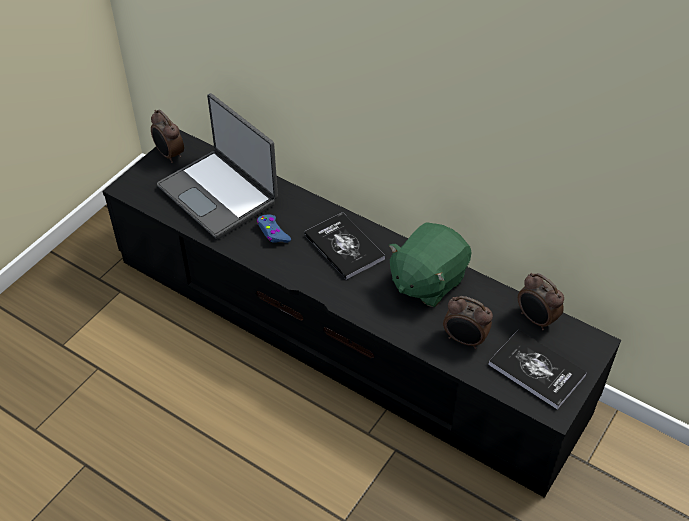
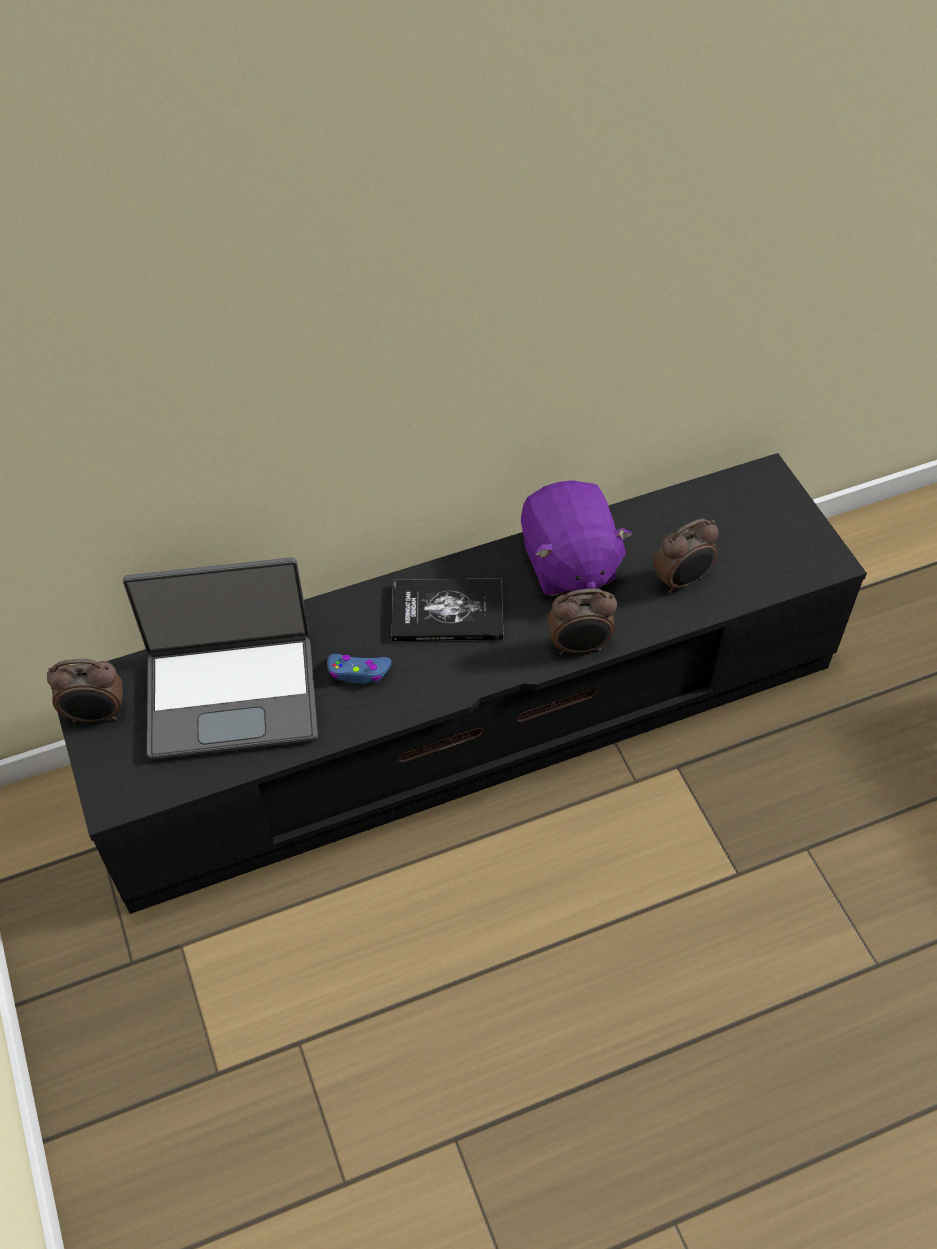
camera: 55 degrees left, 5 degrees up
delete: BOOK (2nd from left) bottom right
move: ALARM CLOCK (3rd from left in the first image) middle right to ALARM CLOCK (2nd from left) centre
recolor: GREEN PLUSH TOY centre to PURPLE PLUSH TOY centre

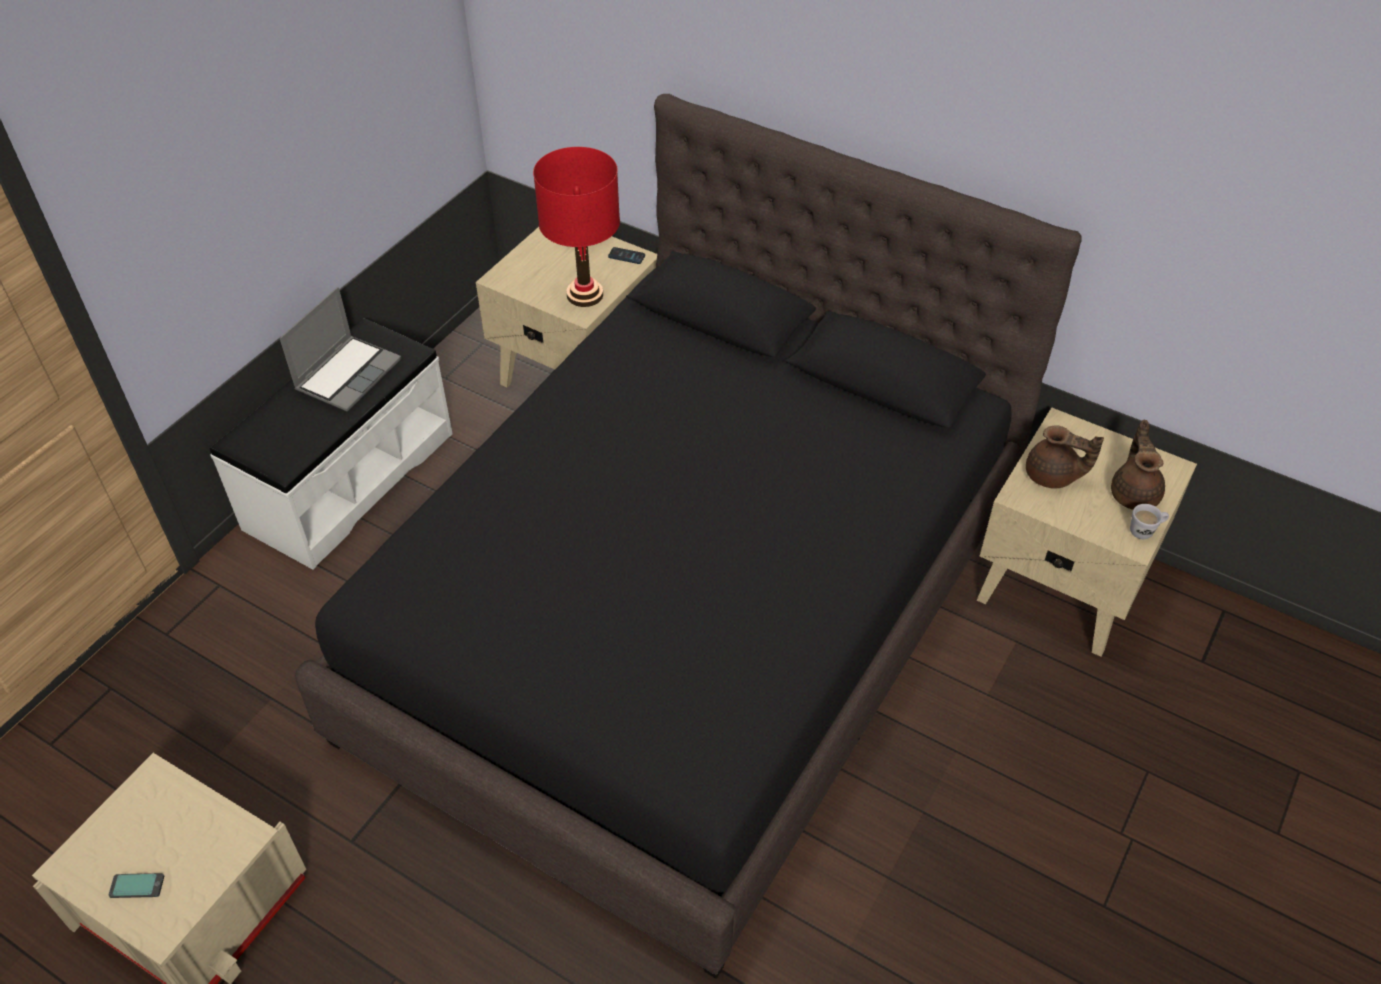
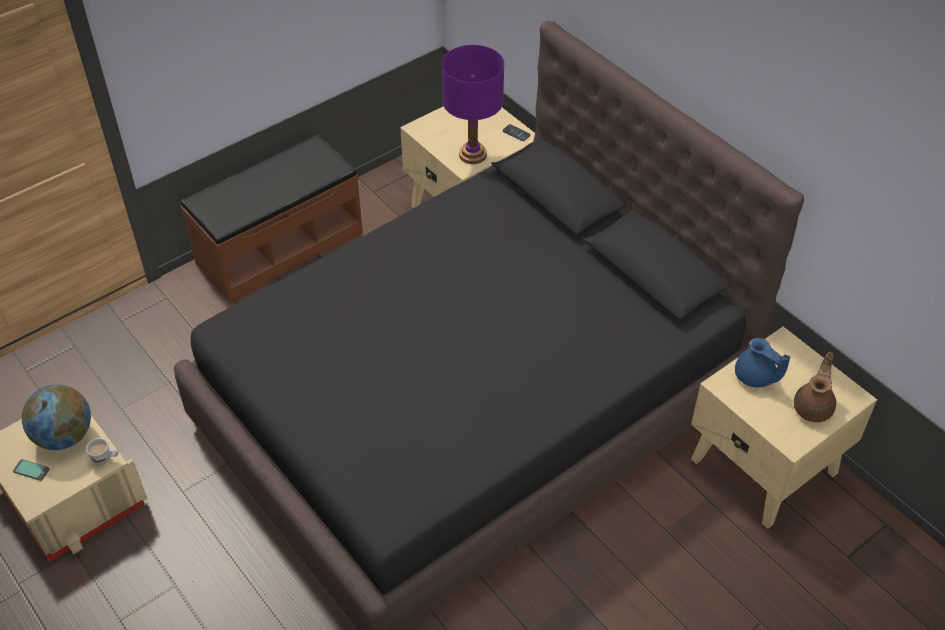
camera: 20 degrees right, 0 degrees up
delete: LAPTOP middle left
insert: GLOBE middle left
move: WHITE MUG middle right to bottom left
recolor: WHITE BENCH middle left to BROWN BENCH middle left; RED TABLE LAMP top centre to PURPLE TABLE LAMP top centre; BROWN TEAPOT (1st from left) middle right to BLUE TEAPOT middle right

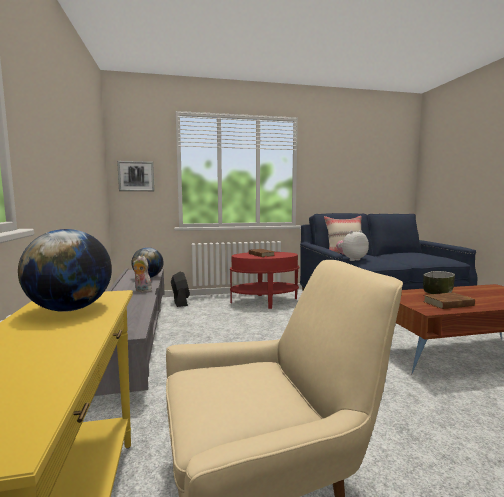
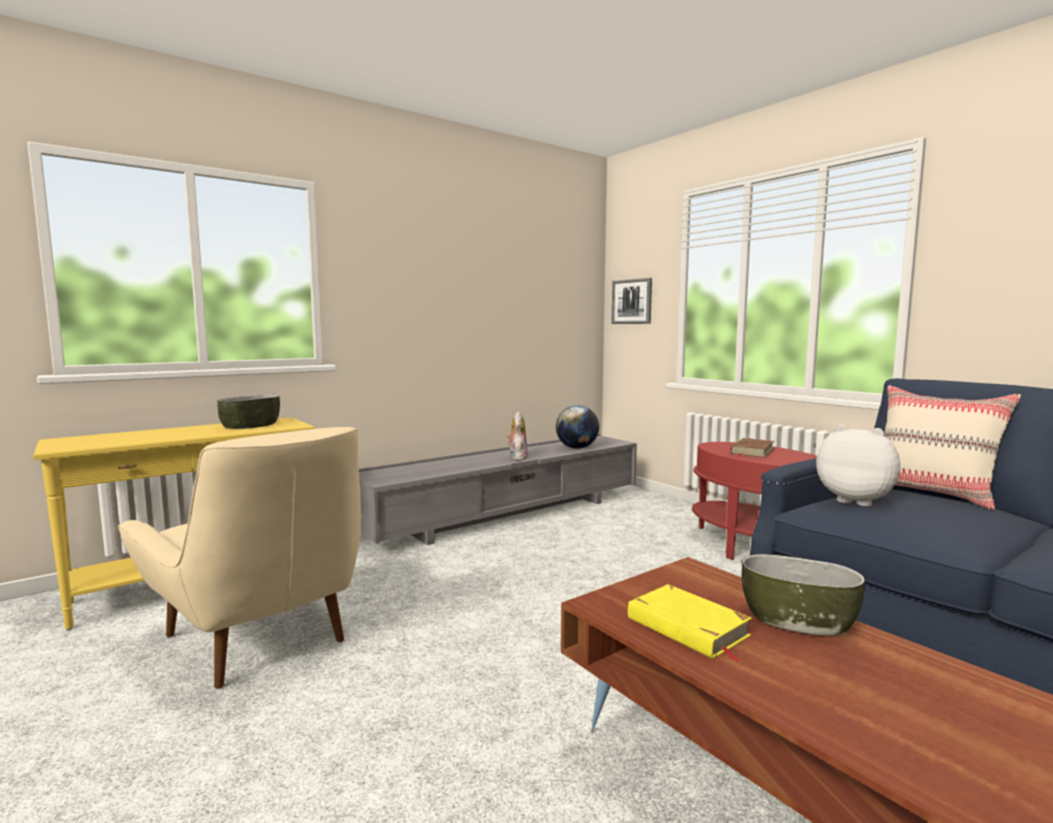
camera: 65 degrees right, 0 degrees up
delete: BLACK FAN centre
replace: GLOBE (1st from left) middle left to BOWL (1st from left) middle left
recolor: BROWN BOOK (2nd from left) middle right to YELLOW BOOK bottom centre

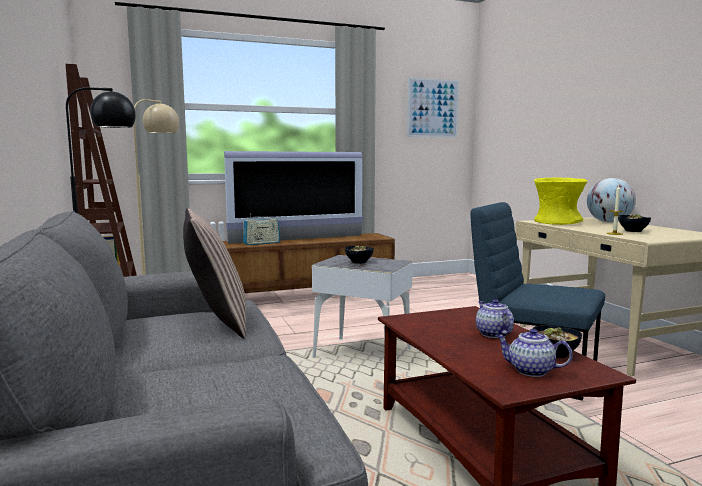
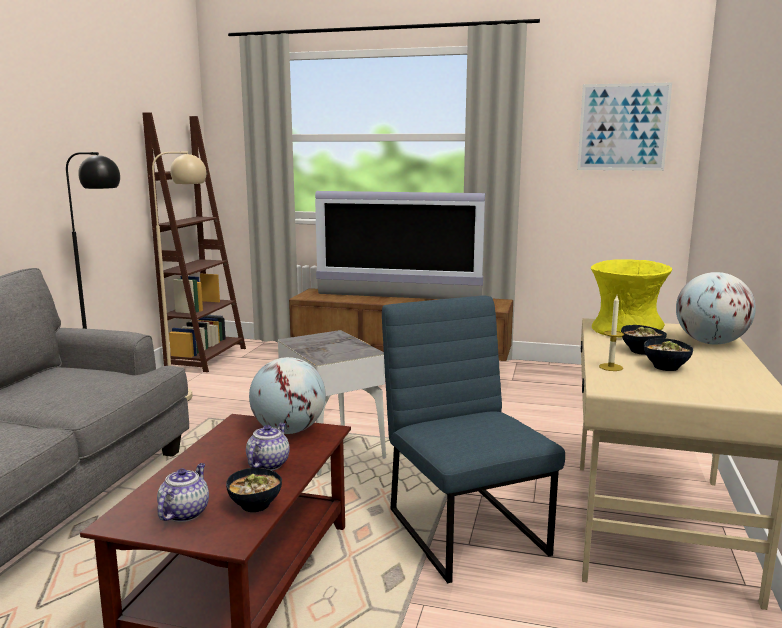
camera: 35 degrees right, 5 degrees up
delete: PILLOW middle left; RADIO centre
insert: GLOBE (1st from left) centre
move: BOWL (1st from left in the first image) centre to BOWL (2nd from left) middle right
rotate: TEAPOT (2nd from left in the first image) bottom right = bottom left 45 degrees clockwise

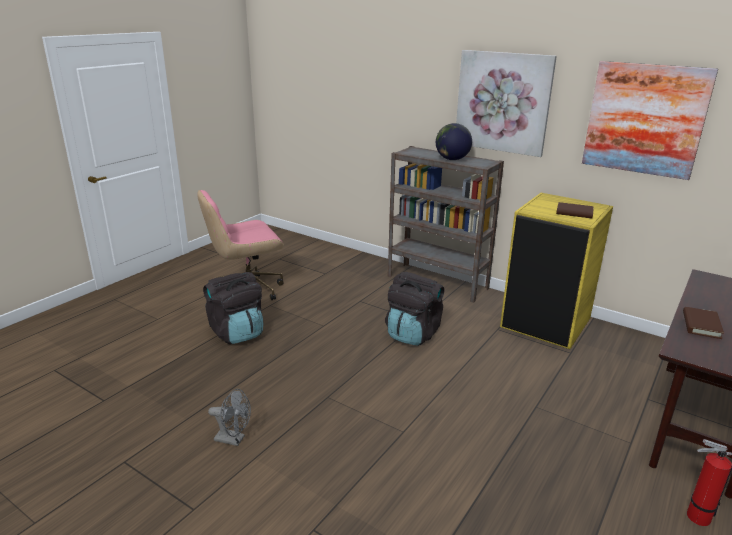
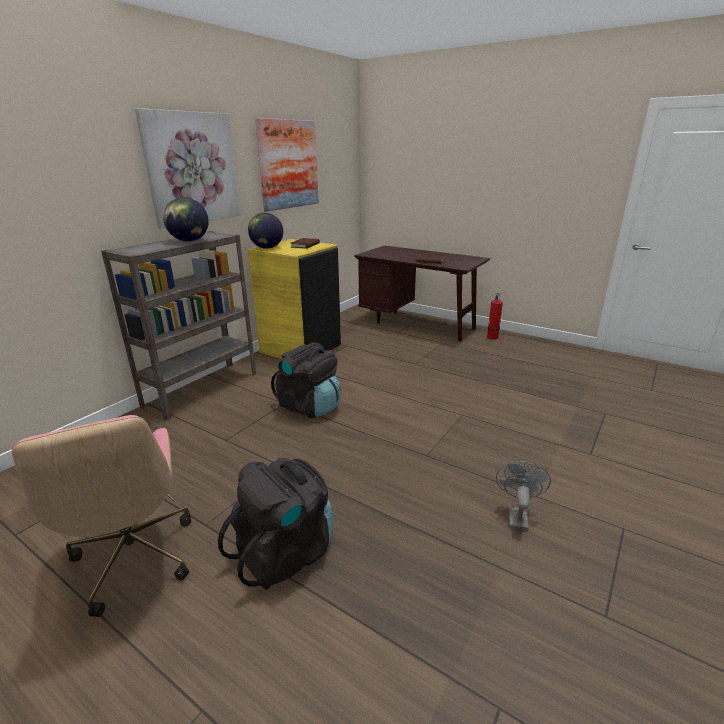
camera: 90 degrees left, 0 degrees up
insert: GLOBE (2nd from left) top centre

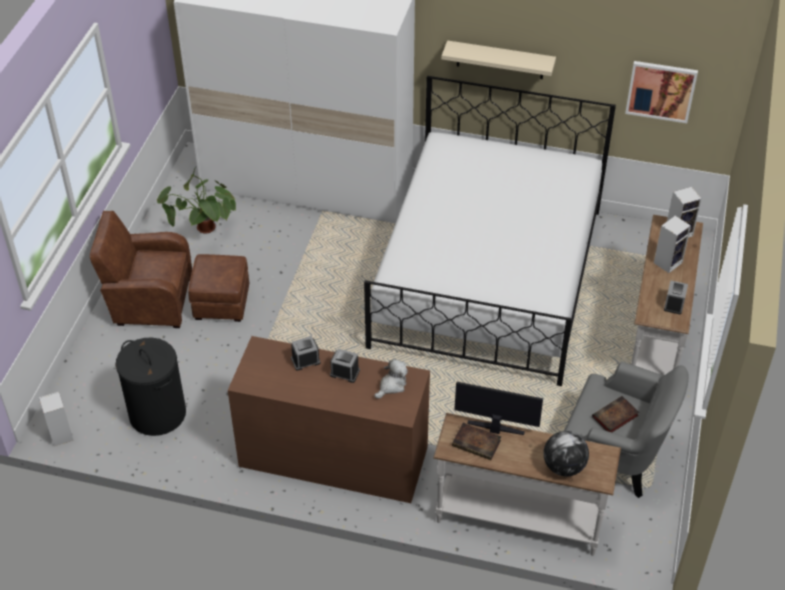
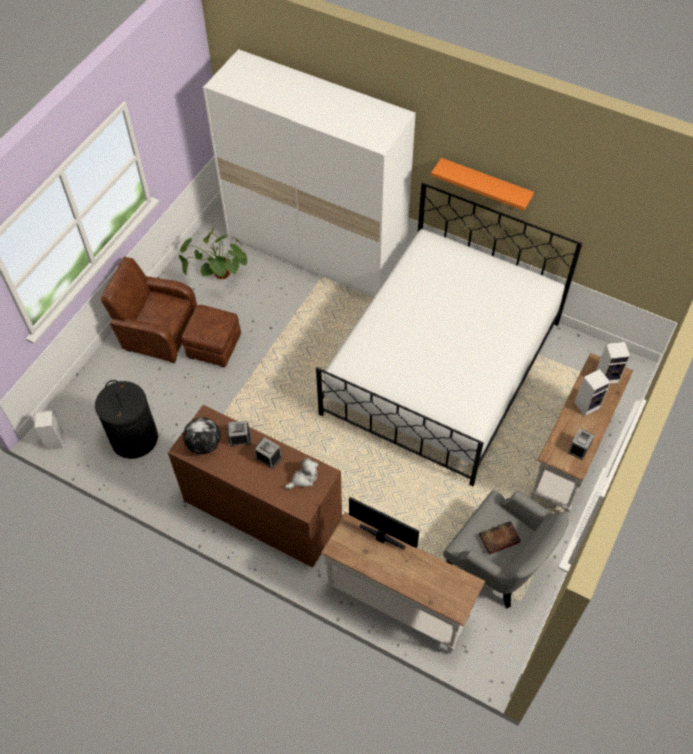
camera: 15 degrees right, 10 degrees up
delete: BOOK (1st from left) bottom centre; PICTURE top right
move: GLOBE bottom right to middle left
recolor: BEIGE SHELF top centre to ORANGE SHELF top right

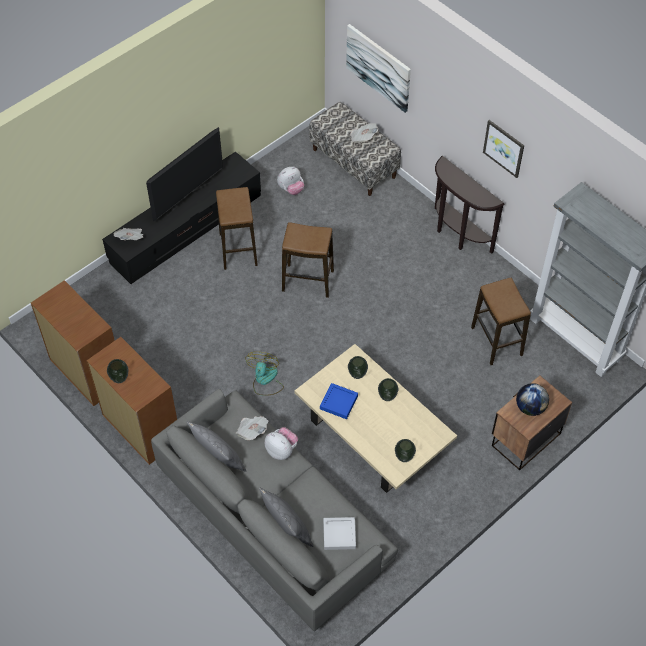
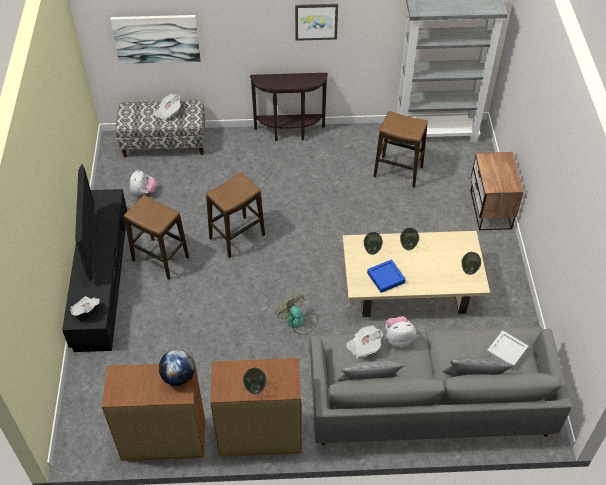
camera: 50 degrees left, 5 degrees down
move: GLOBE middle right to bottom left

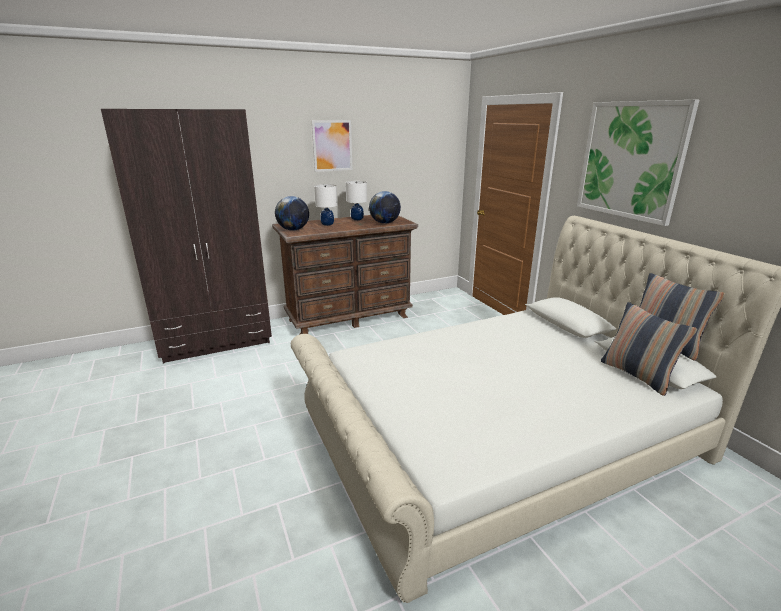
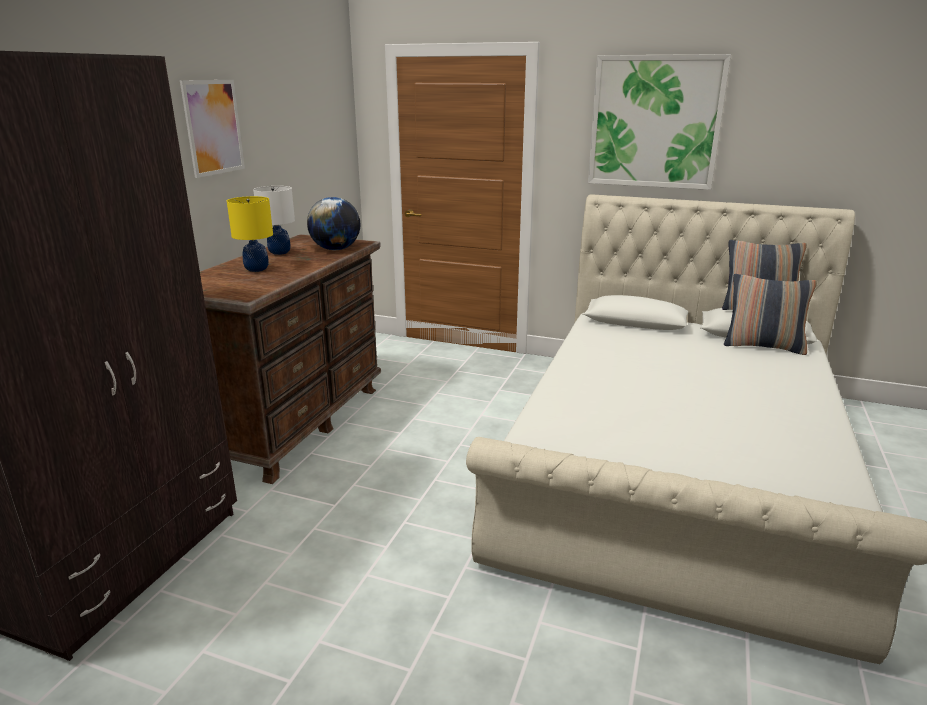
camera: 45 degrees left, 0 degrees up
delete: GLOBE (1st from left) centre
recolor: WHITE TABLE LAMP (1st from left) centre to YELLOW TABLE LAMP top left

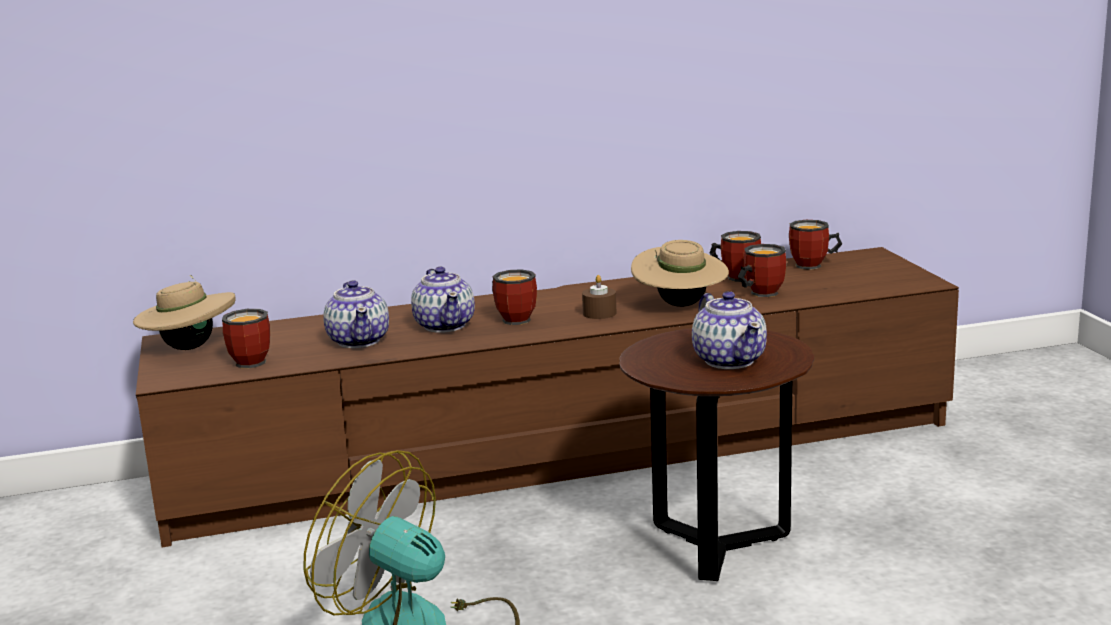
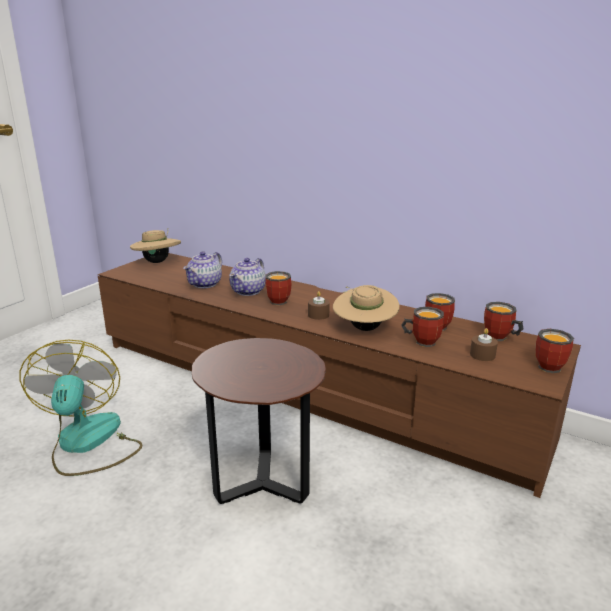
camera: 45 degrees right, 5 degrees up
delete: TEAPOT (3rd from left) centre
insert: BROWN CANDLE (2nd from left) middle right
move: MUG (1st from left in the first image) middle left to MUG (5th from left) middle right

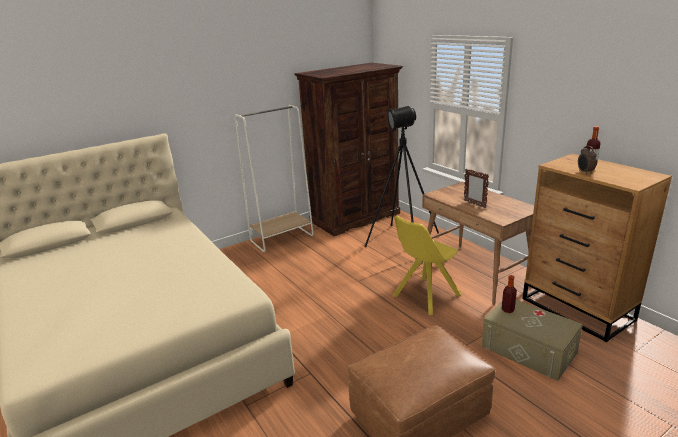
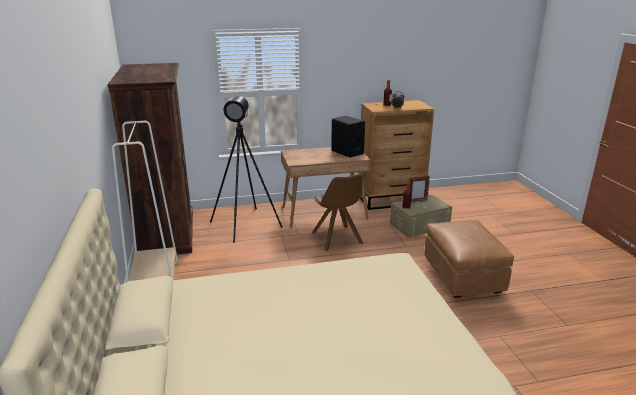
camera: 70 degrees left, 0 degrees up
insert: BLACK SPEAKER centre
move: PICTURE FRAME middle right to centre
recolor: YELLOW CHAIR centre to BROWN CHAIR centre

